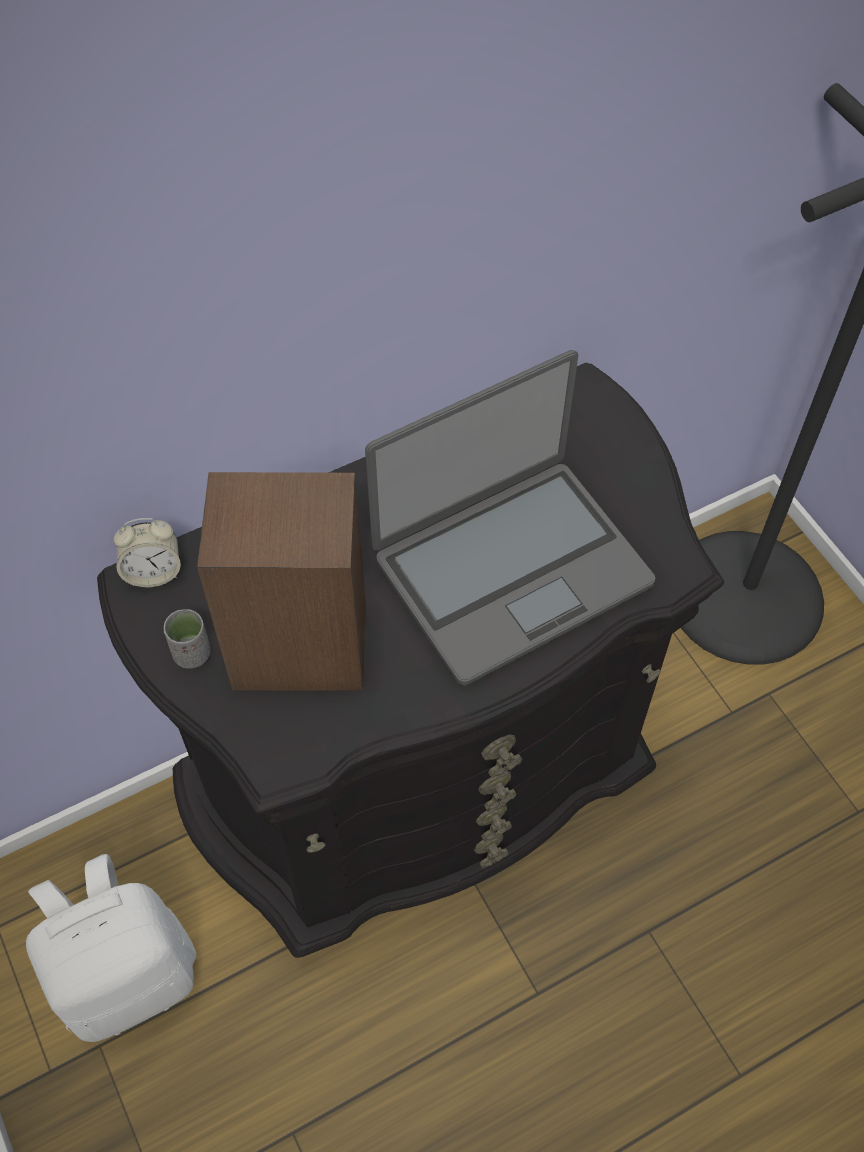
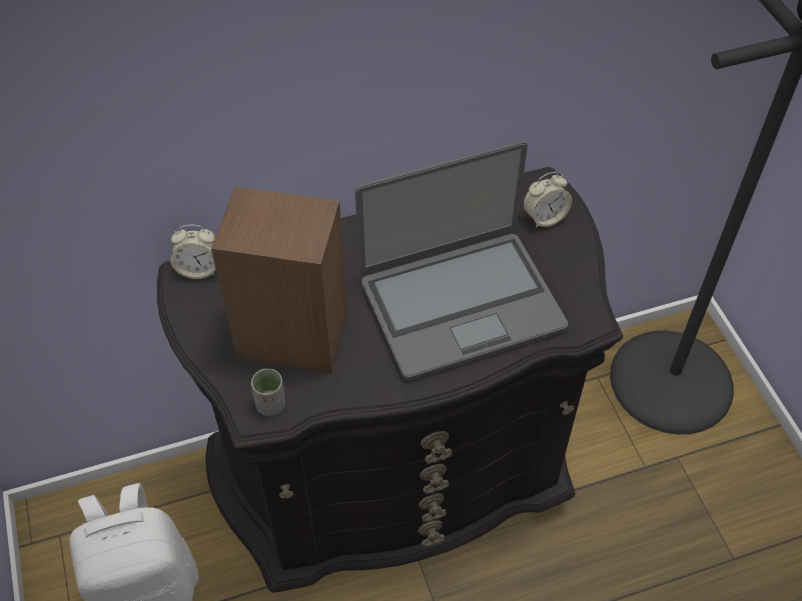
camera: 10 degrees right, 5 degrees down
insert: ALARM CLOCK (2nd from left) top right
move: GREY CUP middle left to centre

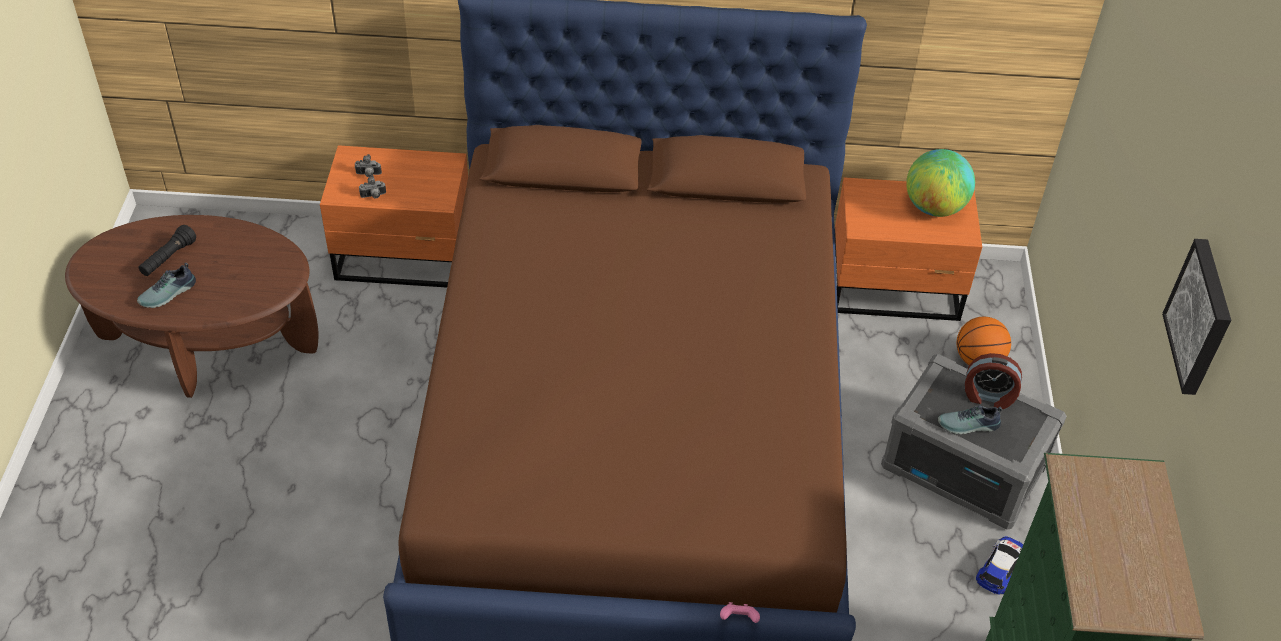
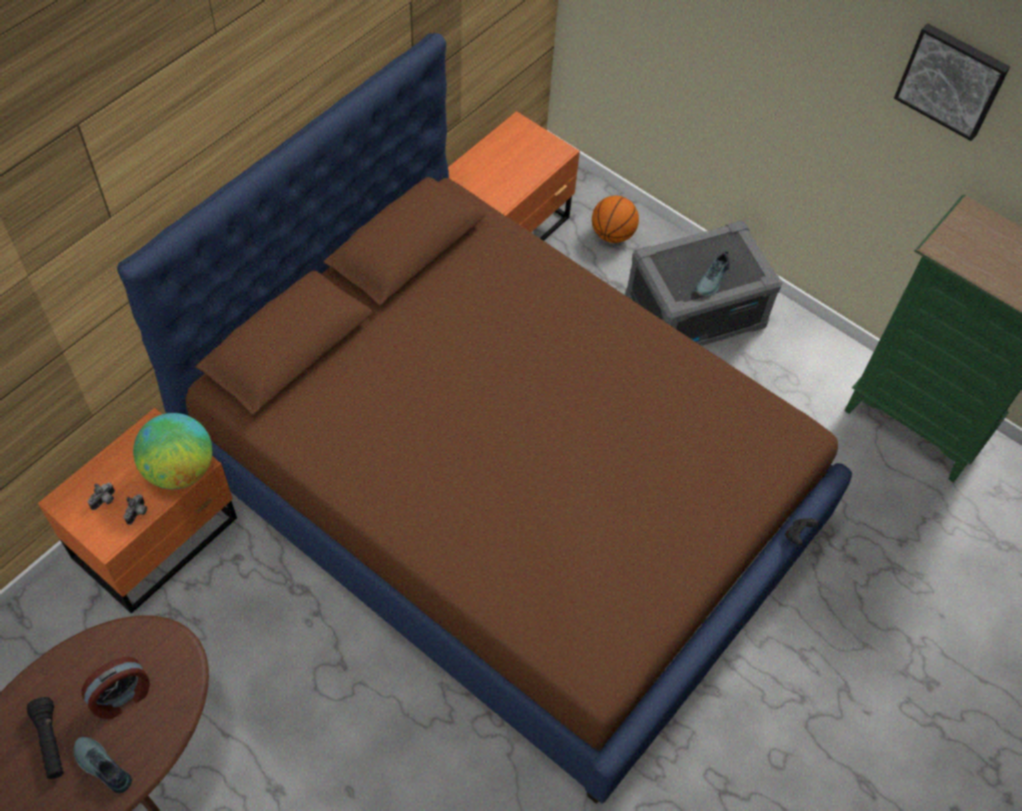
camera: 55 degrees left, 10 degrees up
delete: TOY CAR bottom right
move: GLOBE top right to middle left; ALARM CLOCK middle right to bottom left
recolor: PINK GAME CONTROLLER bottom centre to BLACK GAME CONTROLLER middle right
rotate: SHOE (1st from left) middle left = bottom left 135 degrees clockwise

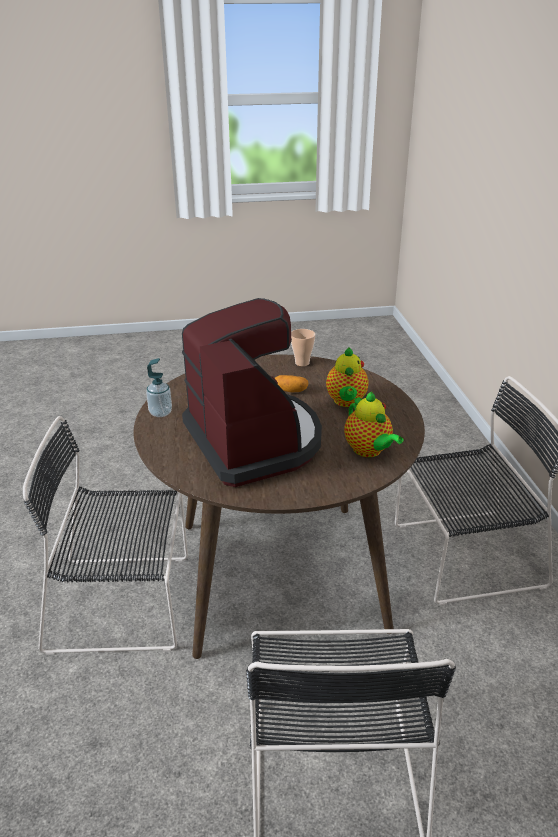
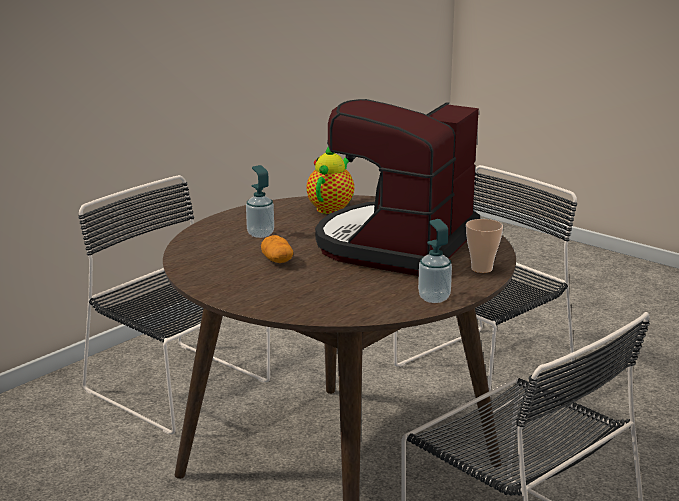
camera: 130 degrees left, 10 degrees down
move: CUP centre to middle right
replace: TEAPOT (1st from left) centre to SOAP DISPENSER (1st from left) centre

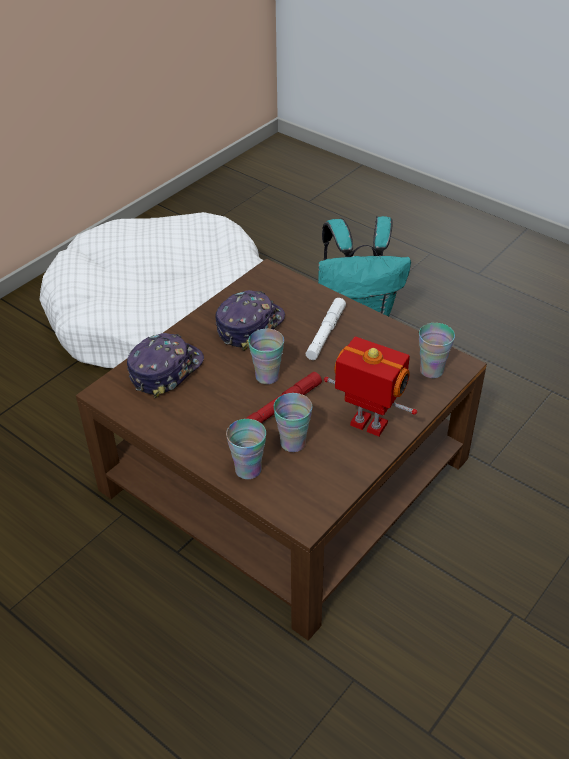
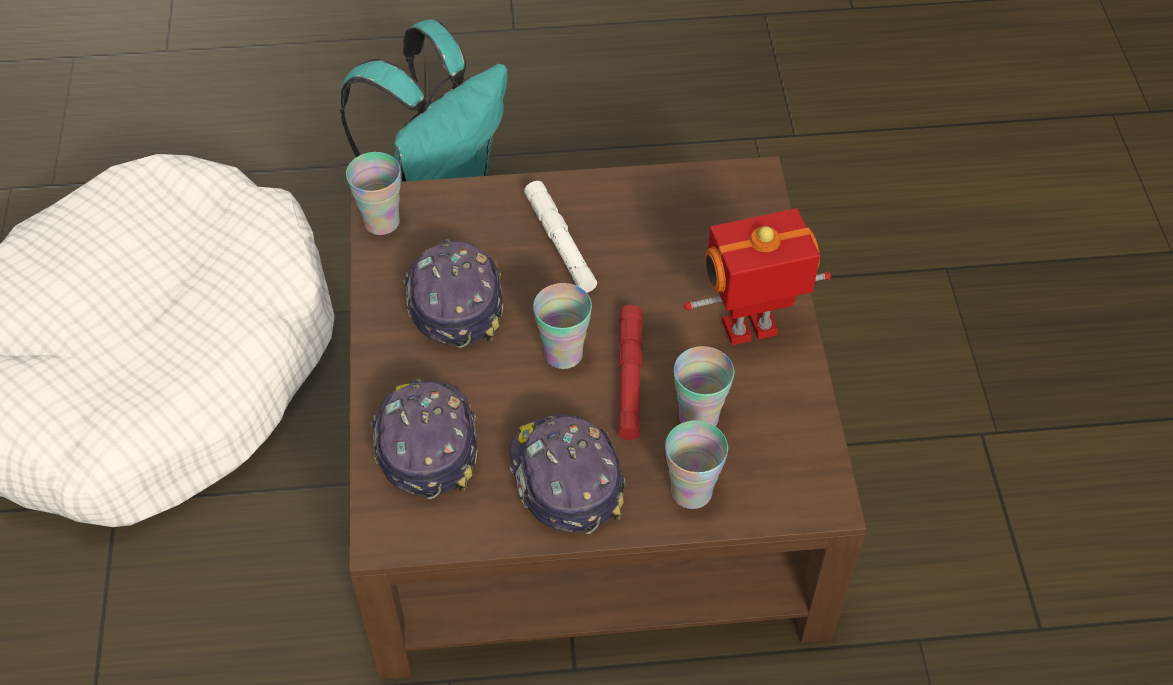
camera: 45 degrees left, 10 degrees up
insert: CAP (3rd from left) bottom centre
move: CUP (4th from left in the first image) middle right to CUP (1st from left) top left

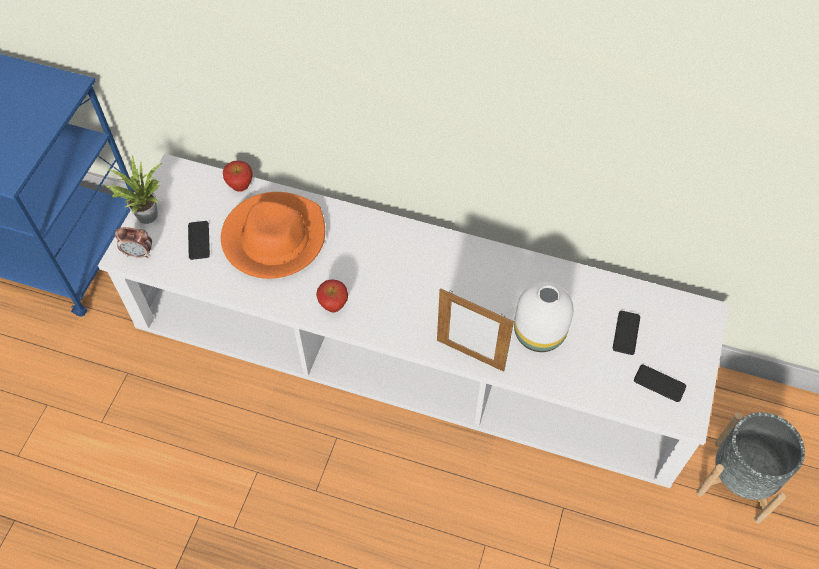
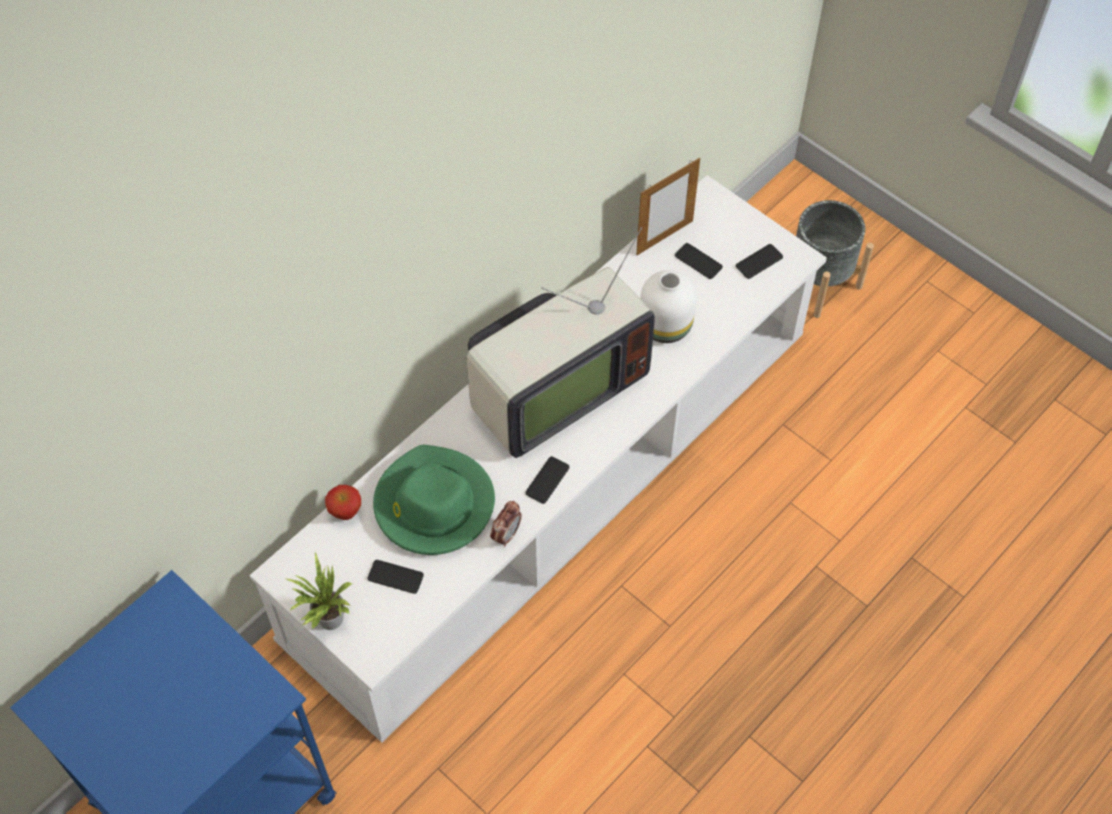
camera: 65 degrees left, 0 degrees up
insert: TELEVISION centre
move: ALARM CLOCK middle left to centre; PICTURE FRAME centre to top centre
replace: APPLE (2nd from left) centre to PHONE (2nd from left) centre
recolor: ORANGE HAT centre to GREEN HAT centre

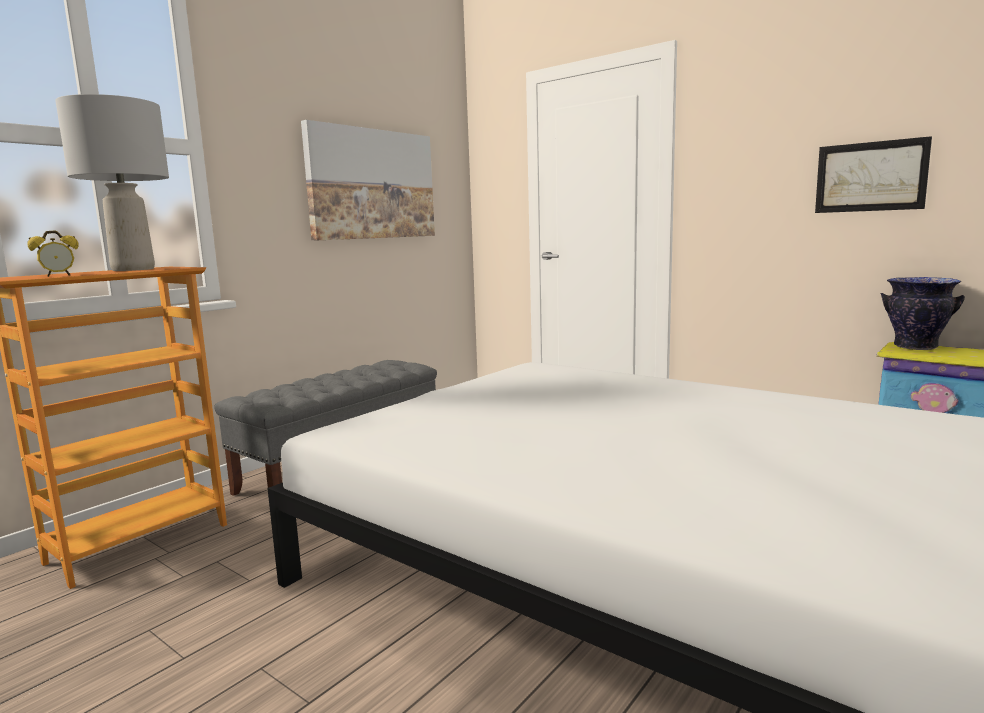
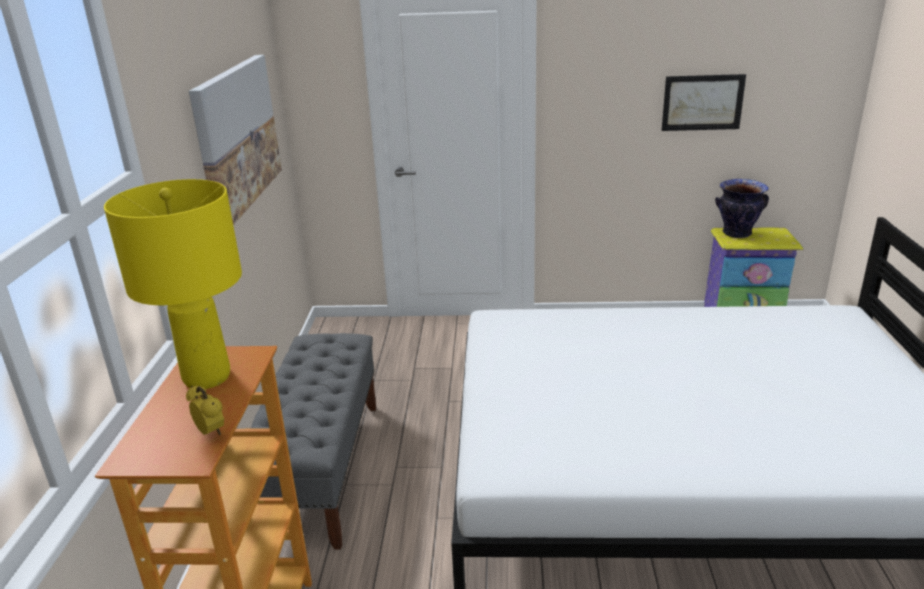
camera: 35 degrees left, 15 degrees up
recolor: GREY TABLE LAMP top left to YELLOW TABLE LAMP middle left
rotate: ALARM CLOCK middle left = bottom left 60 degrees counterclockwise

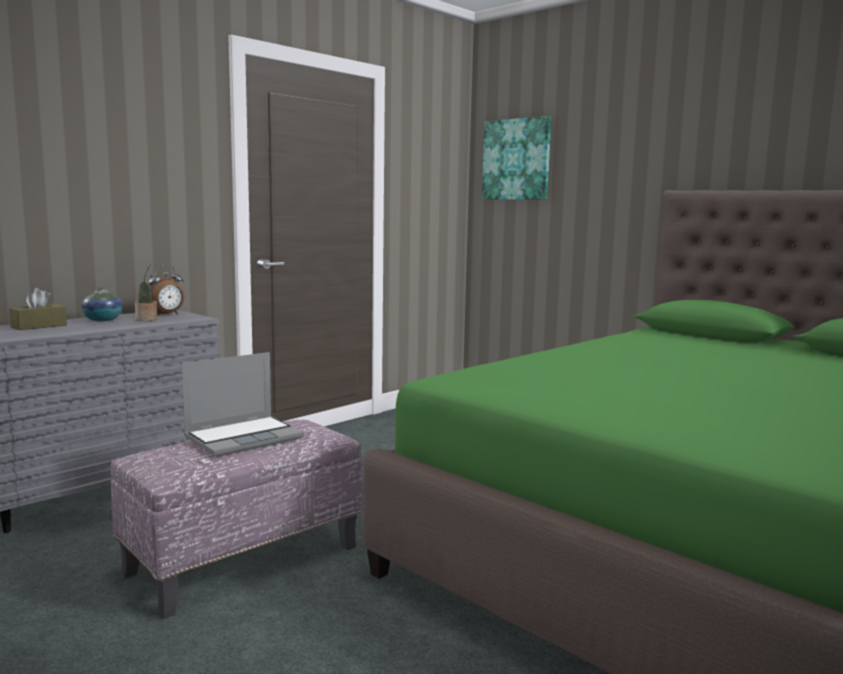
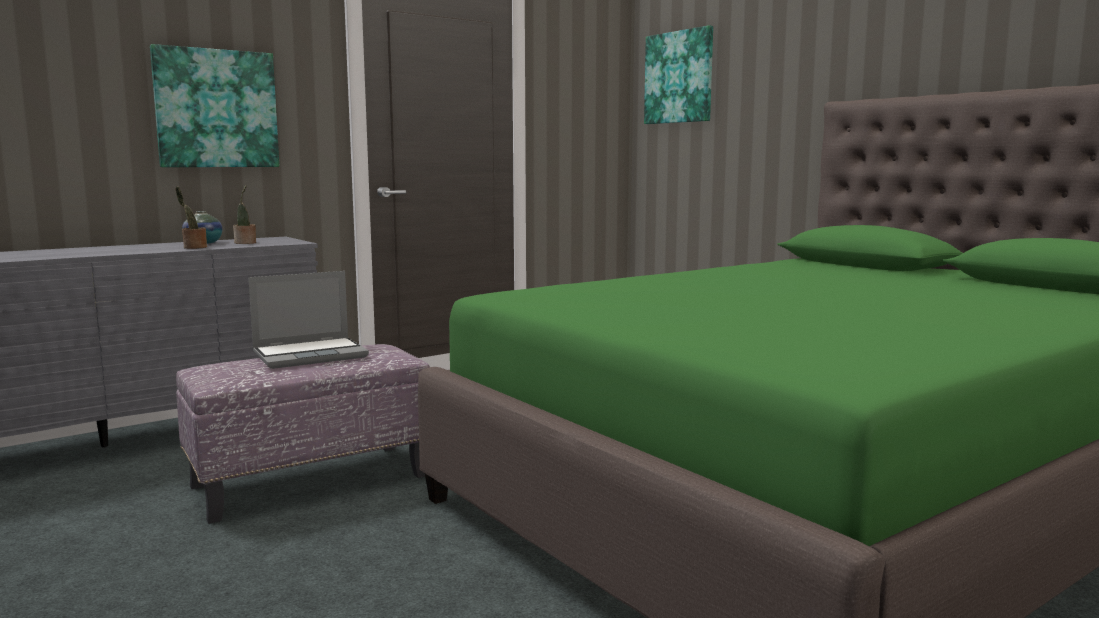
camera: 10 degrees right, 0 degrees up
delete: BROWN TISSUE BOX middle left; ALARM CLOCK middle left
insert: PICTURE (1st from left) top left; POTTED PLANT (1st from left) middle left

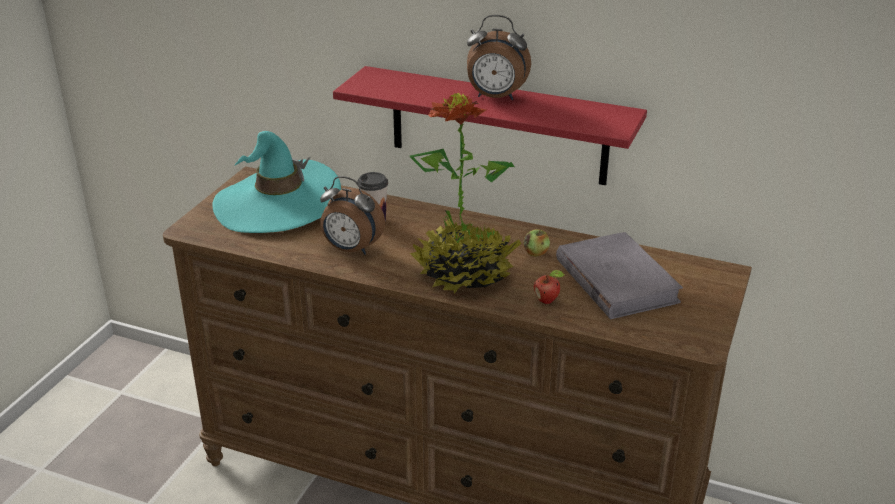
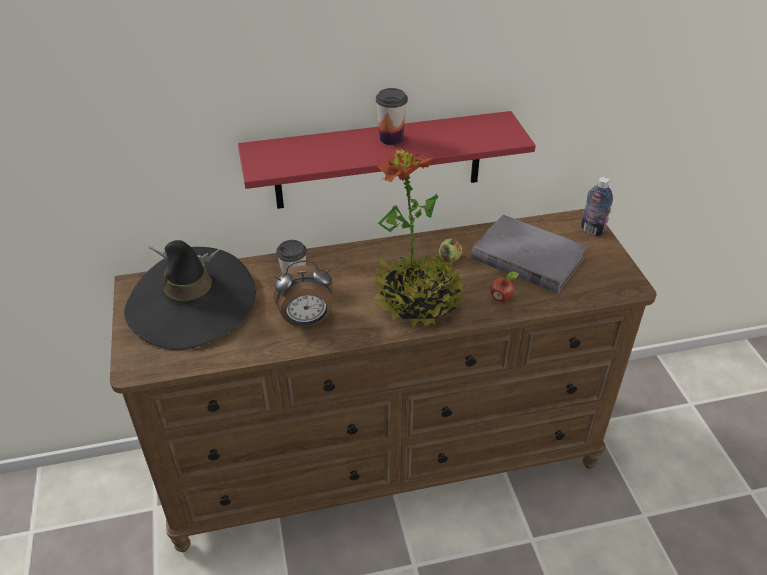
camera: 35 degrees left, 10 degrees up
insert: BOTTLE middle right
replace: ALARM CLOCK (2nd from left) top centre to CUP (2nd from left) top centre
recolor: TURQUOISE HAT middle left to BLACK HAT middle left

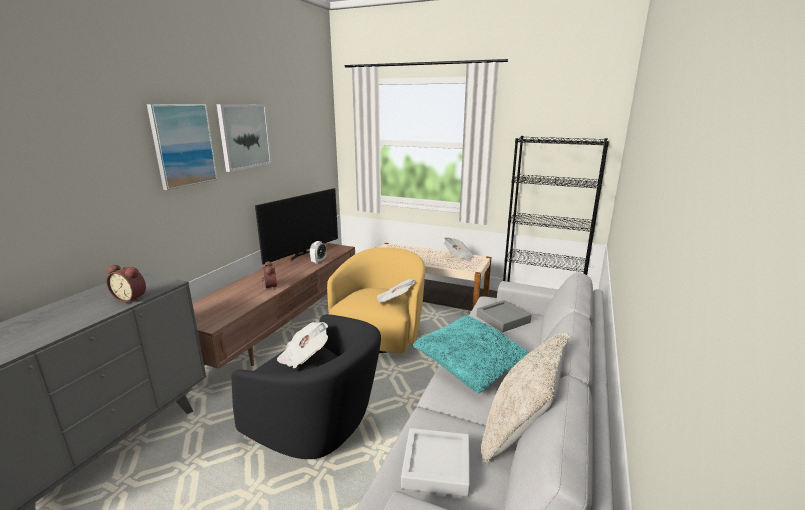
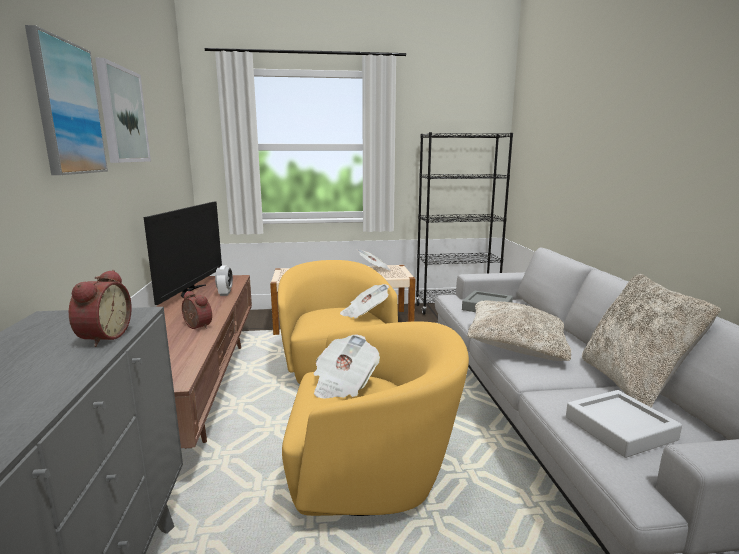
camera: 30 degrees left, 5 degrees down
recolor: BLACK ARMCHAIR bottom centre to YELLOW ARMCHAIR (2nd from left) bottom centre; TURQUOISE PILLOW bottom centre to BEIGE PILLOW (1st from left) middle right
rotate: ALARM CLOCK (1st from left) middle left = middle left 75 degrees counterclockwise

